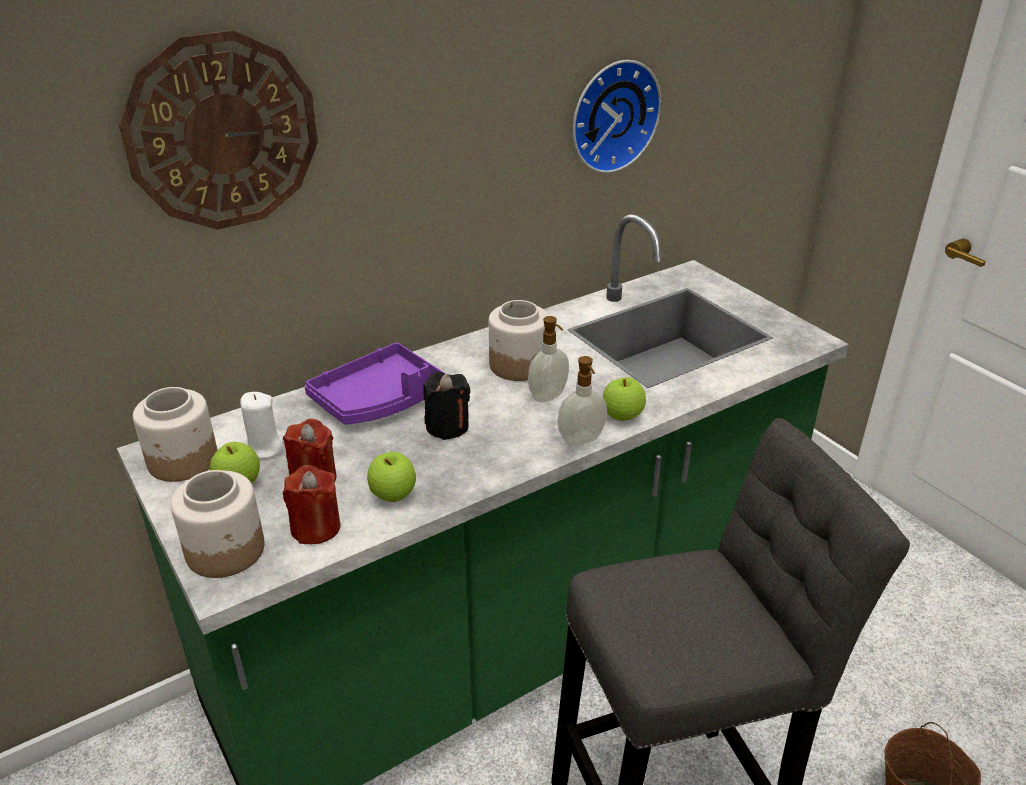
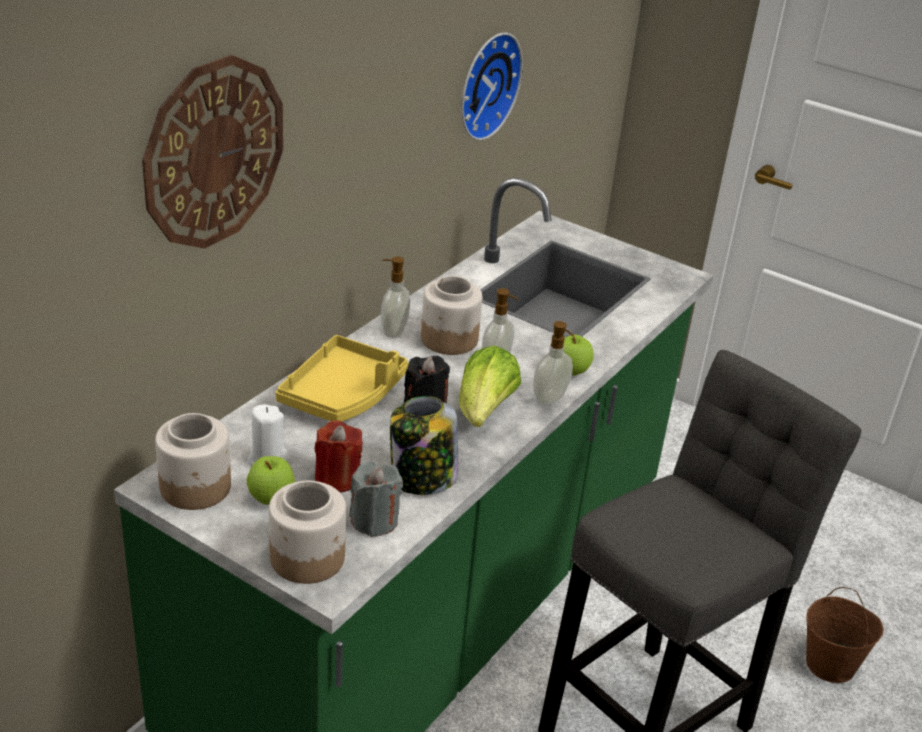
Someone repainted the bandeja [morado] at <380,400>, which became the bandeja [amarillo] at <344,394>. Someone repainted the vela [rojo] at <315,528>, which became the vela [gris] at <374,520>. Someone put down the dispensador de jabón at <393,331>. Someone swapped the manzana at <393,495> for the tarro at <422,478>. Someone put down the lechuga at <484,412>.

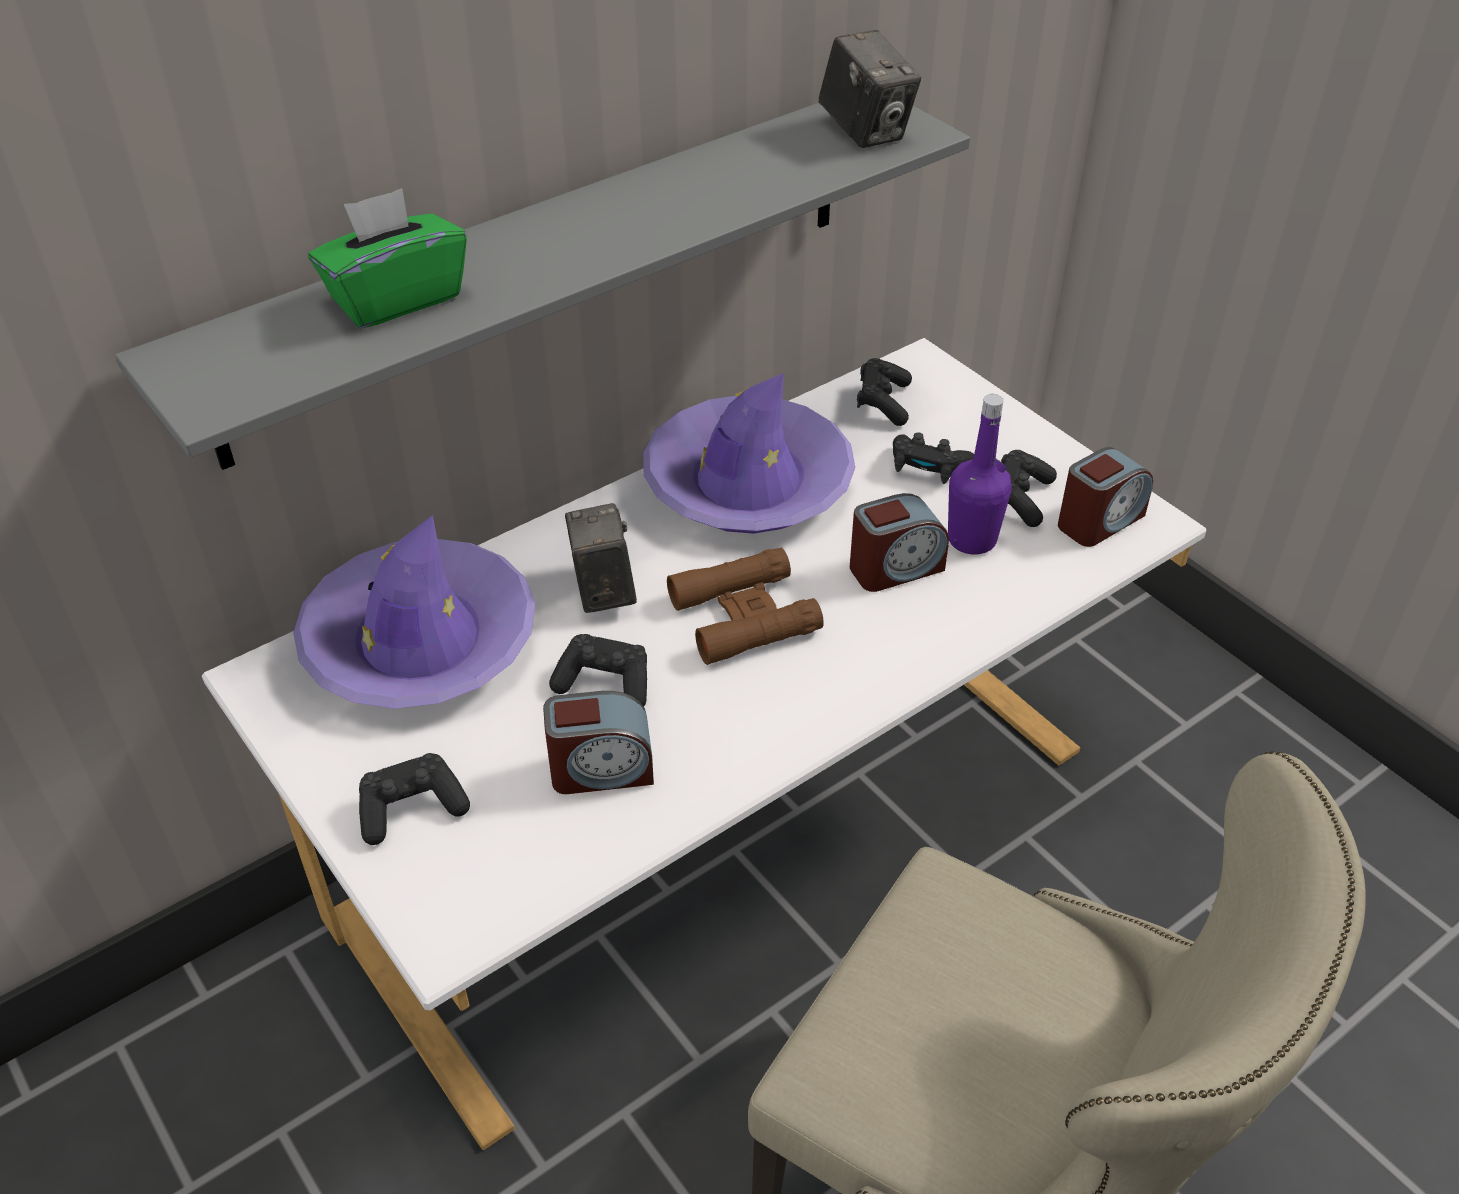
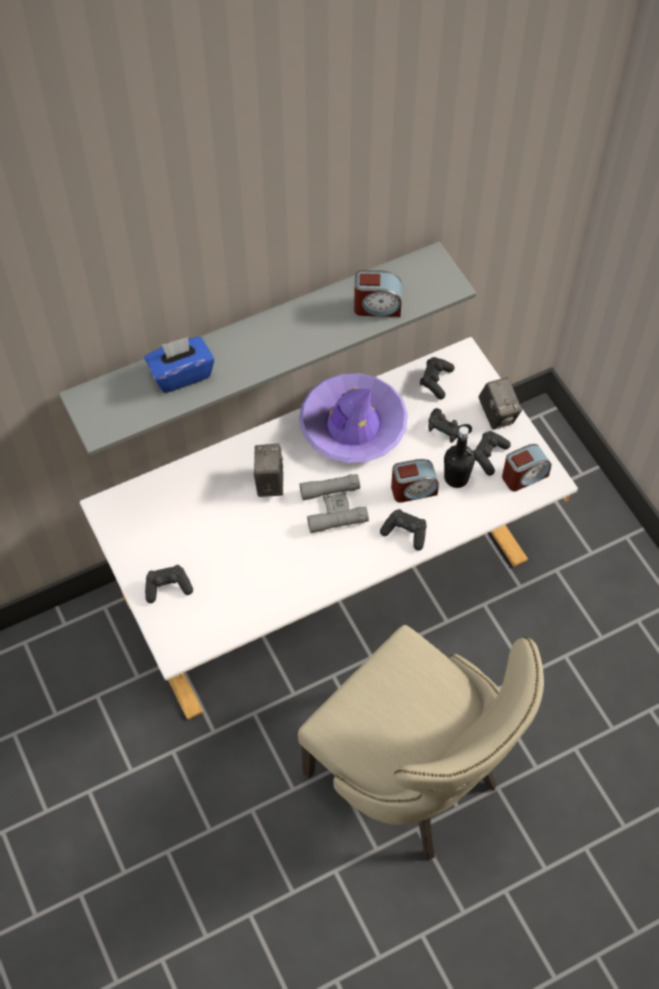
Someone repainted the caja de pañuelos [verde] at <396,298>, which became the caja de pañuelos [azul] at <181,374>. Someone repainted the prismáticos [marrón] at <744,616>, which became the prismáticos [gris] at <334,507>. Someone carried the despertador from <601,769> to <377,306>. Someone carried the mando de consola [negro] from <605,683> to <405,533>. Someone repainted the botella [morado] at <972,539>, which became the botella [negro] at <456,478>. Someone carried the cámara from <865,131> to <497,415>. Someone took away the sombrero [morado] at <420,642>.

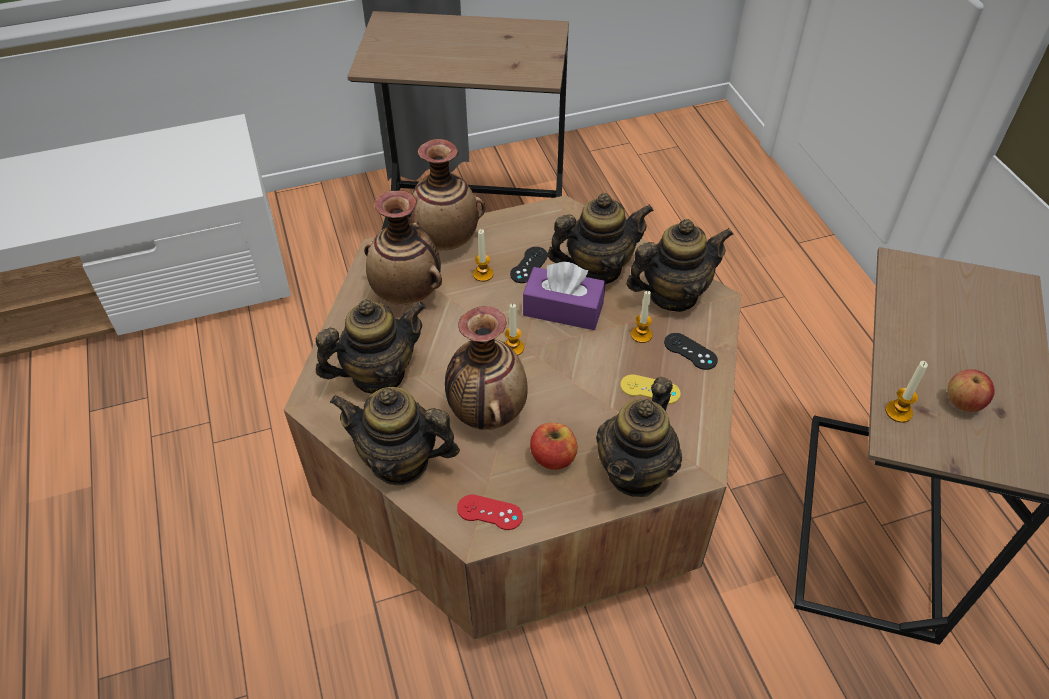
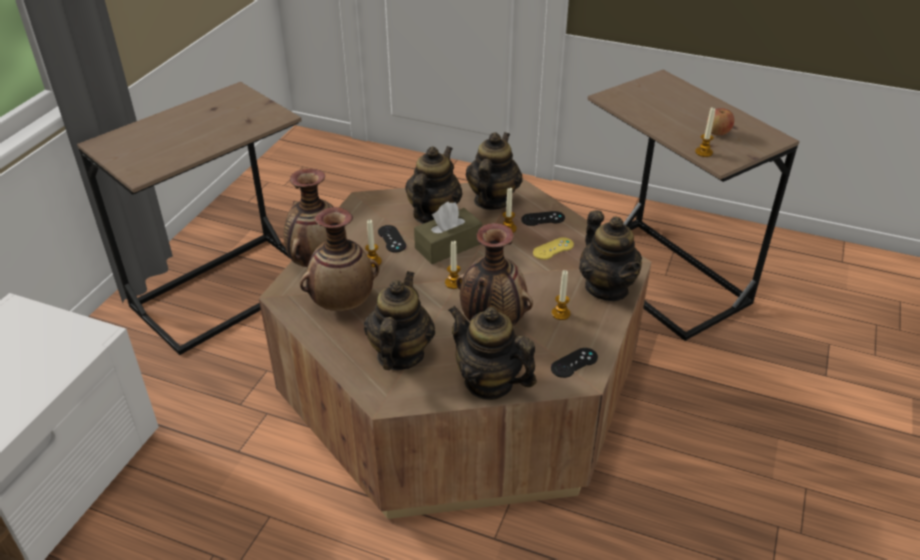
Someone repainted the caja de pañuelos [morado] at <563,309>, which became the caja de pañuelos [marrón] at <448,246>. Someone rotated the tetera at <400,461> by 75 degrees clockwise. Someone repainted the mando de consola [rojo] at <489,512>, which became the mando de consola [negro] at <574,363>. Someone swapped the manzana at <553,457> for the vela at <560,313>.

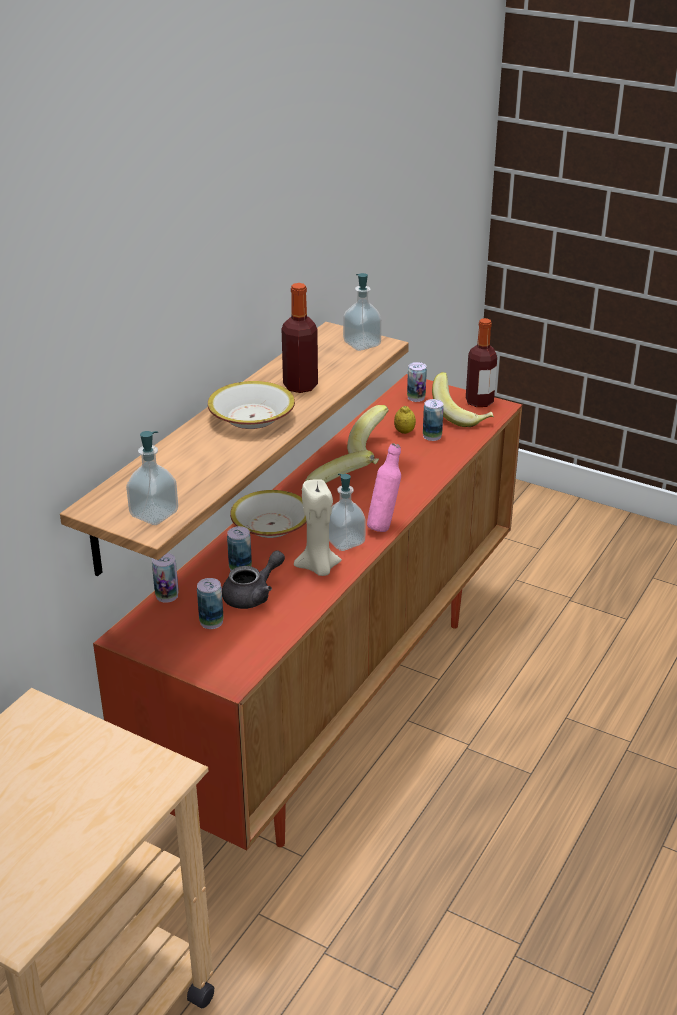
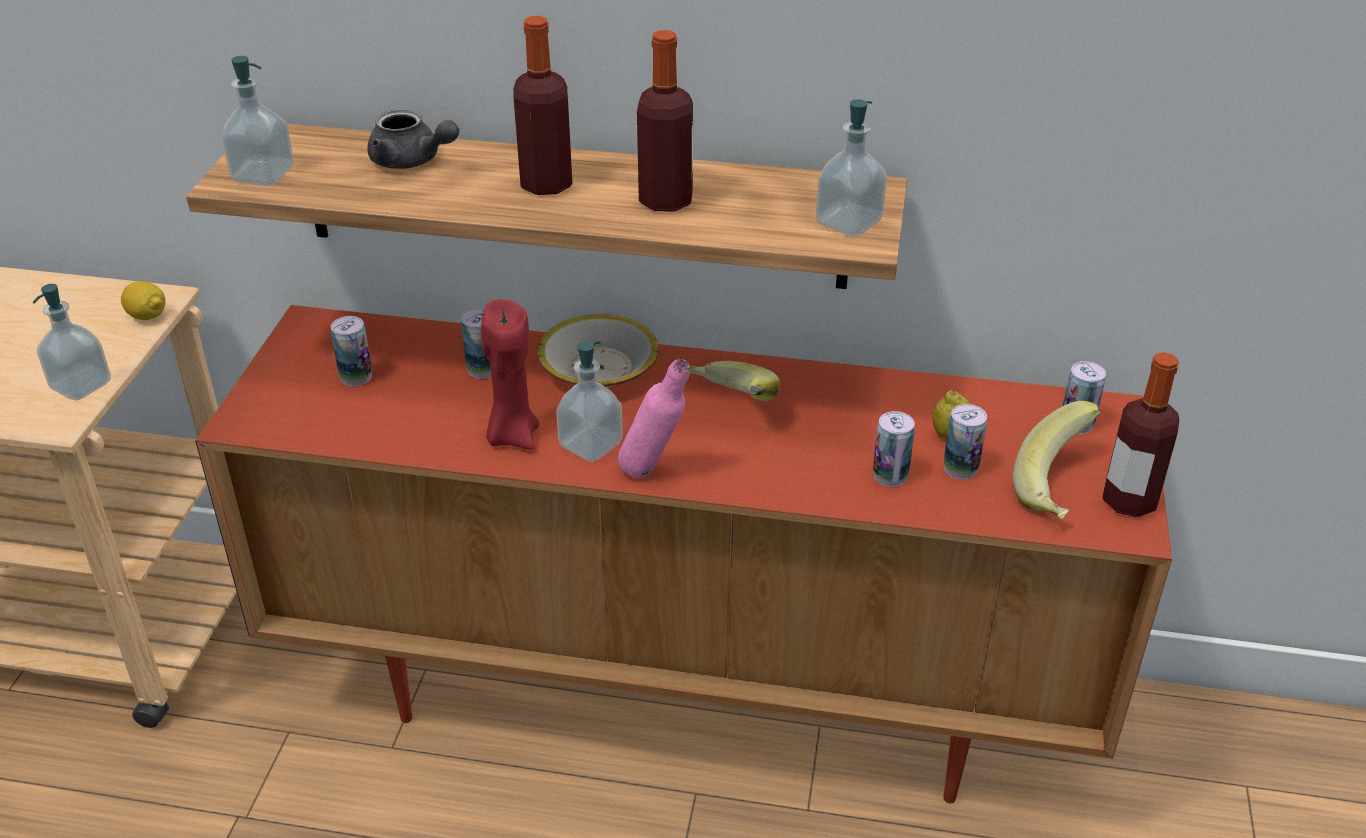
Someone put down the dispensador de jabón at <81,385>. Someone put down the limón at <147,316>. Someone carried the tetera [gris] from <253,595> to <412,161>. Someone repainted the vela [beis] at <318,568>, which became the vela [rojo] at <512,435>. Someone swapped the cuenco at <252,417> for the botella at <546,184>. Someone carried the lata from <167,595> to <890,475>. Someone took away the plátano at <373,453>.

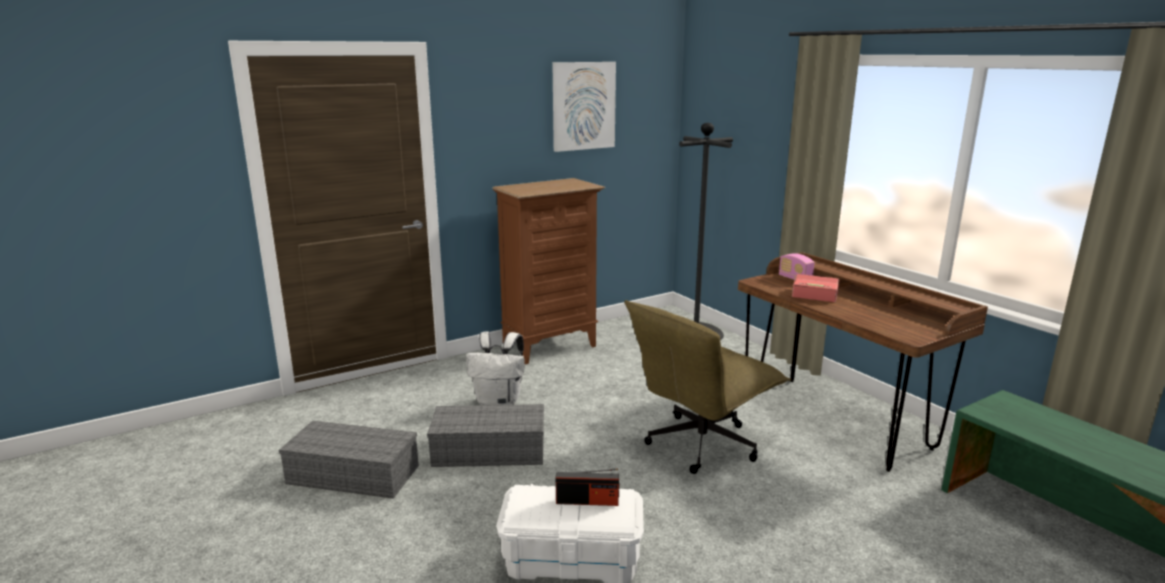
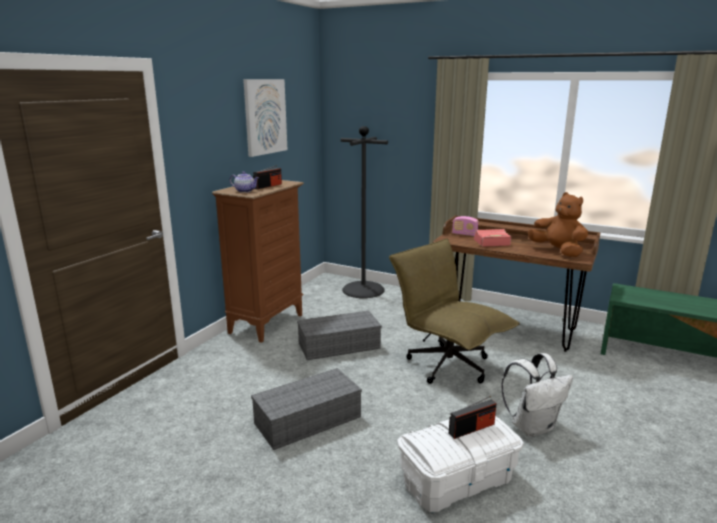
Someone put down the tetera at <245,191>. Someone put down the radio at <268,186>. Someone carried the caja de almacenaje [gris] from <355,474> to <340,345>. Someone rotated the silla de oficina [beis] at <703,443> by 120 degrees clockwise. Someone carried the mochila [blanco] from <499,402> to <533,426>. Someone put down the peluche [marrón] at <557,251>.

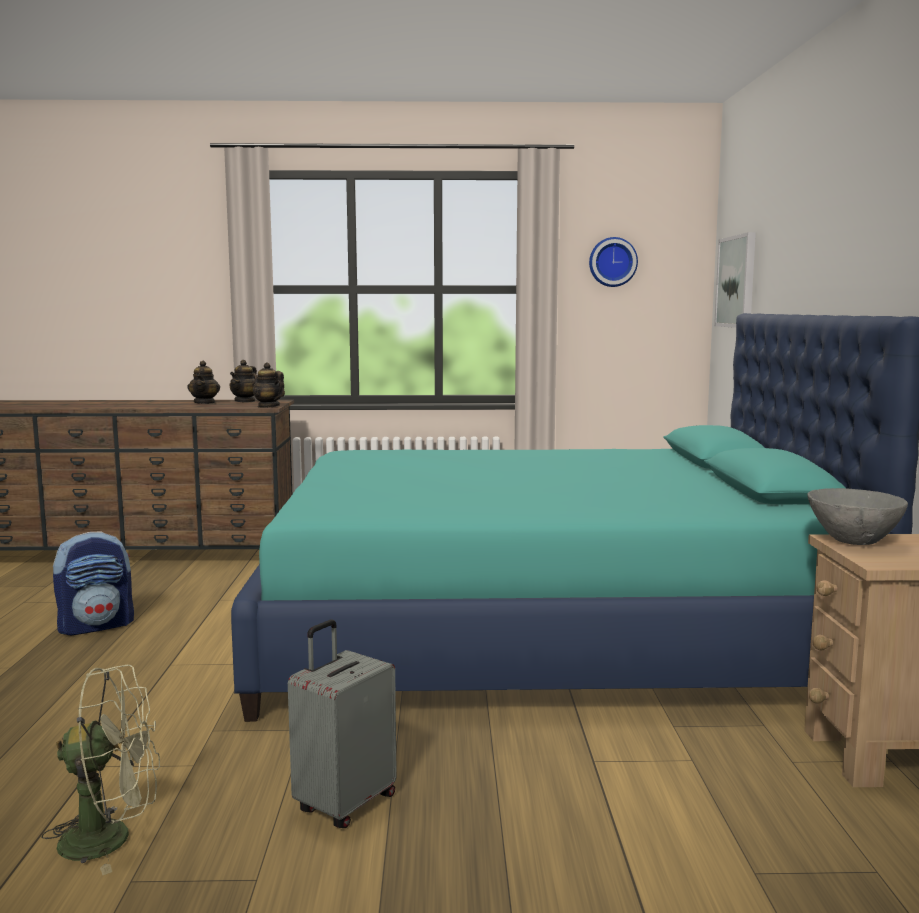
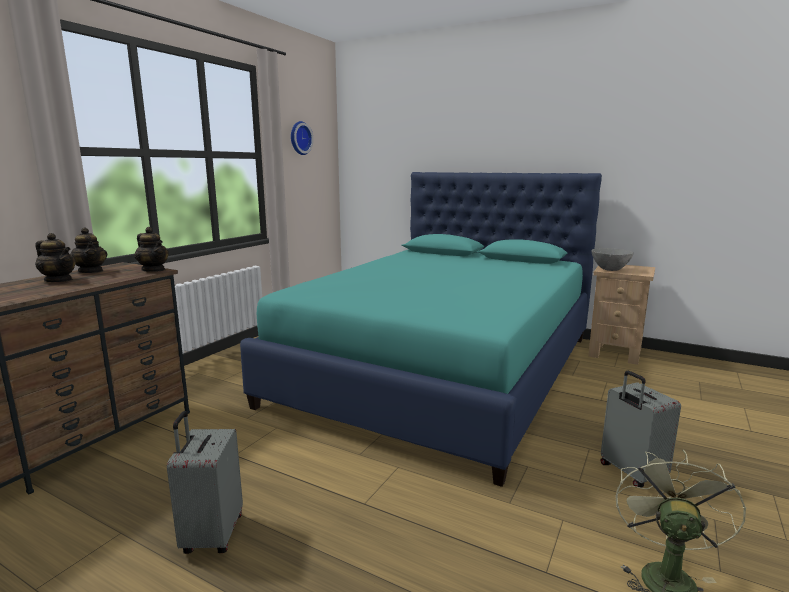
Someone rotated the tetera at <268,406> by 120 degrees counterclockwise. Someone swapped the mochila at <97,626> for the maleta [gris] at <211,535>. Someone took away the cuadro at <737,281>.

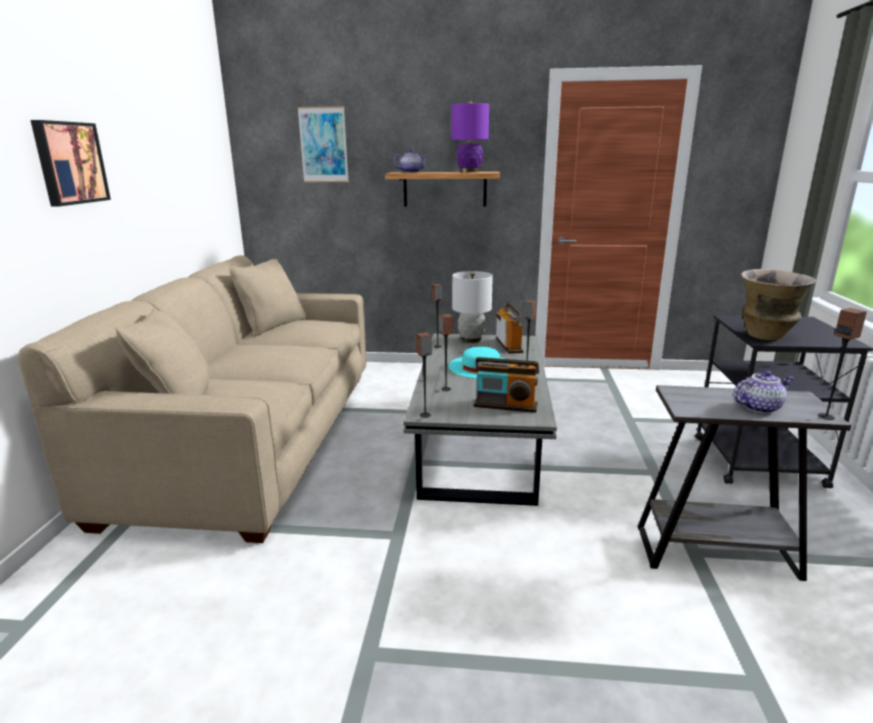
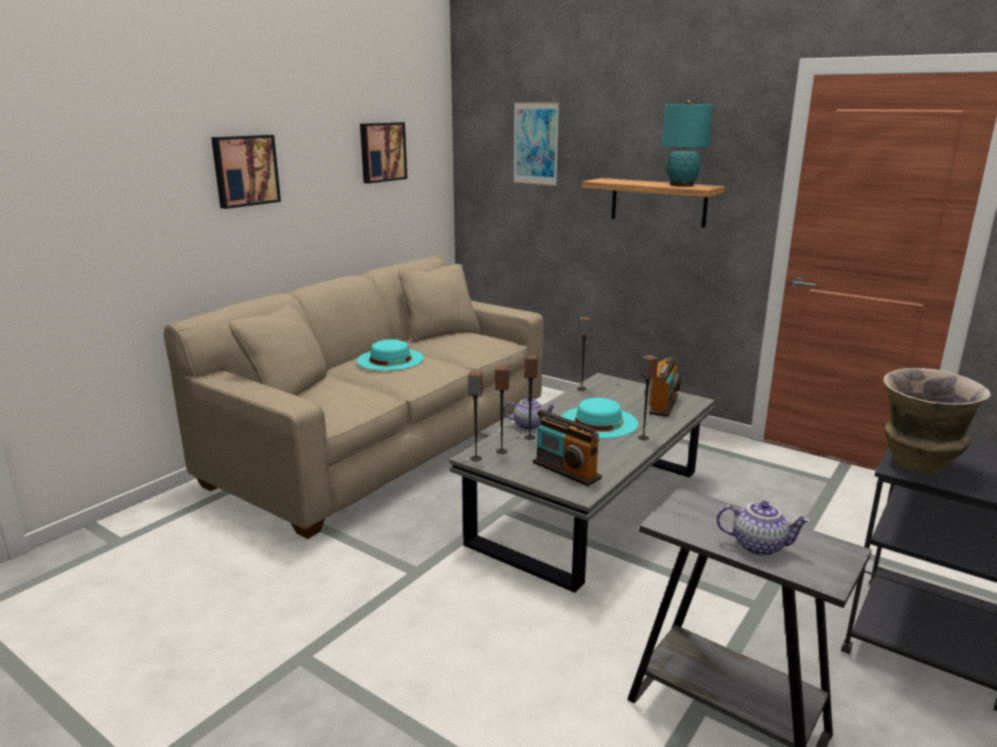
Someone put down the sombrero [turquesa] at <390,359>. Someone put up the cuadro at <382,152>. Someone carried the altavoz from <826,416> to <502,451>. Someone carried the tetera from <411,172> to <529,425>. Someone repainted the lámpara de mesa [morado] at <469,172>, which became the lámpara de mesa [turquesa] at <681,185>. Someone took away the lámpara de mesa [blanco] at <471,339>.

